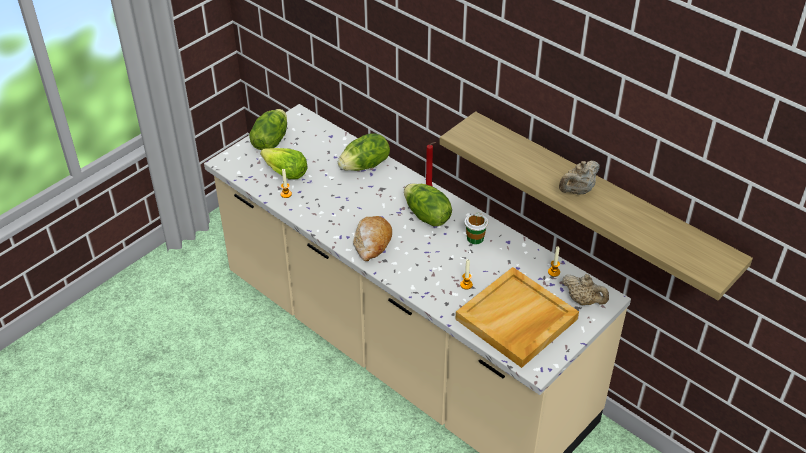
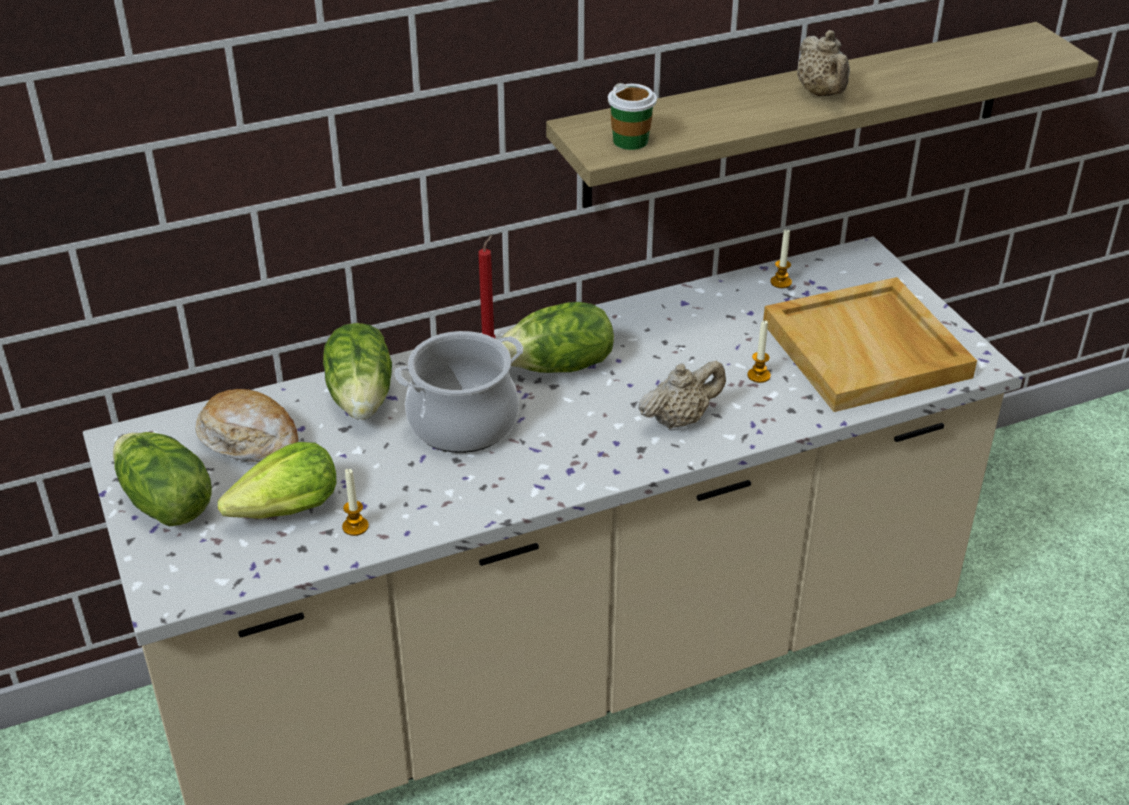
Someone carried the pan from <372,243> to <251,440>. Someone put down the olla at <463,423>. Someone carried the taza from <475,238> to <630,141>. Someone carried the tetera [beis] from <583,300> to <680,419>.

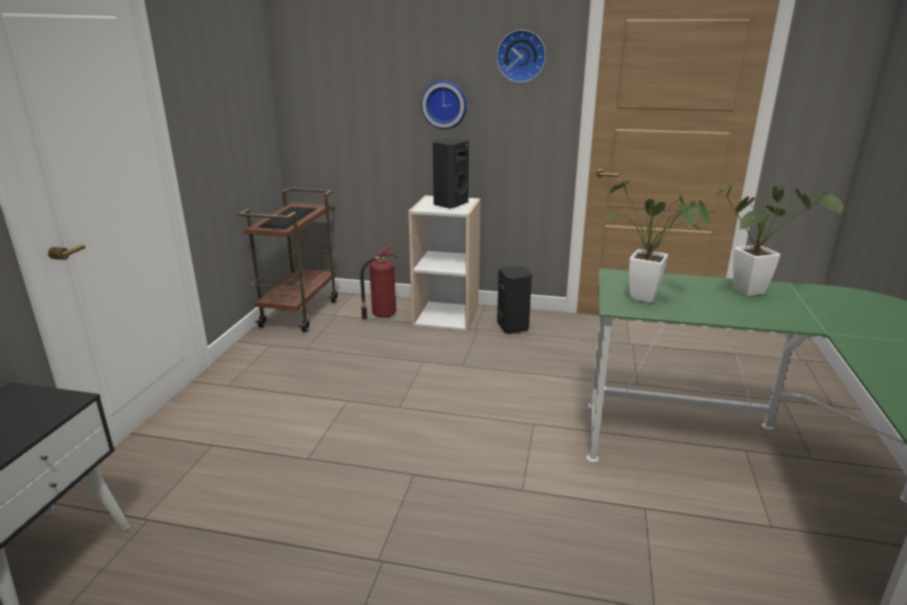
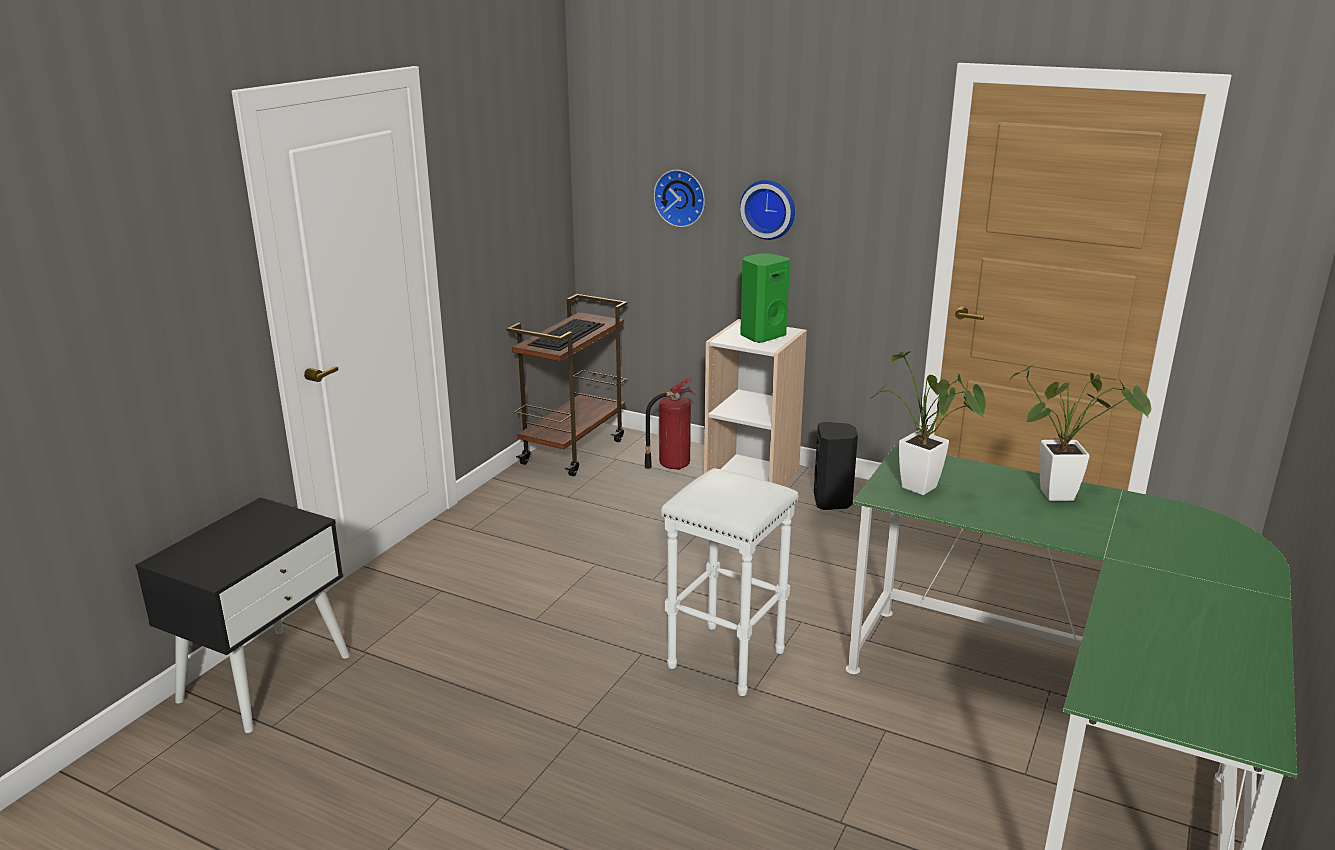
Someone carried the reloj de pared from <521,56> to <681,197>. Someone put down the taburete [blanco] at <725,657>. Someone repainted the altavoz [negro] at <449,204>, which became the altavoz [verde] at <761,336>.

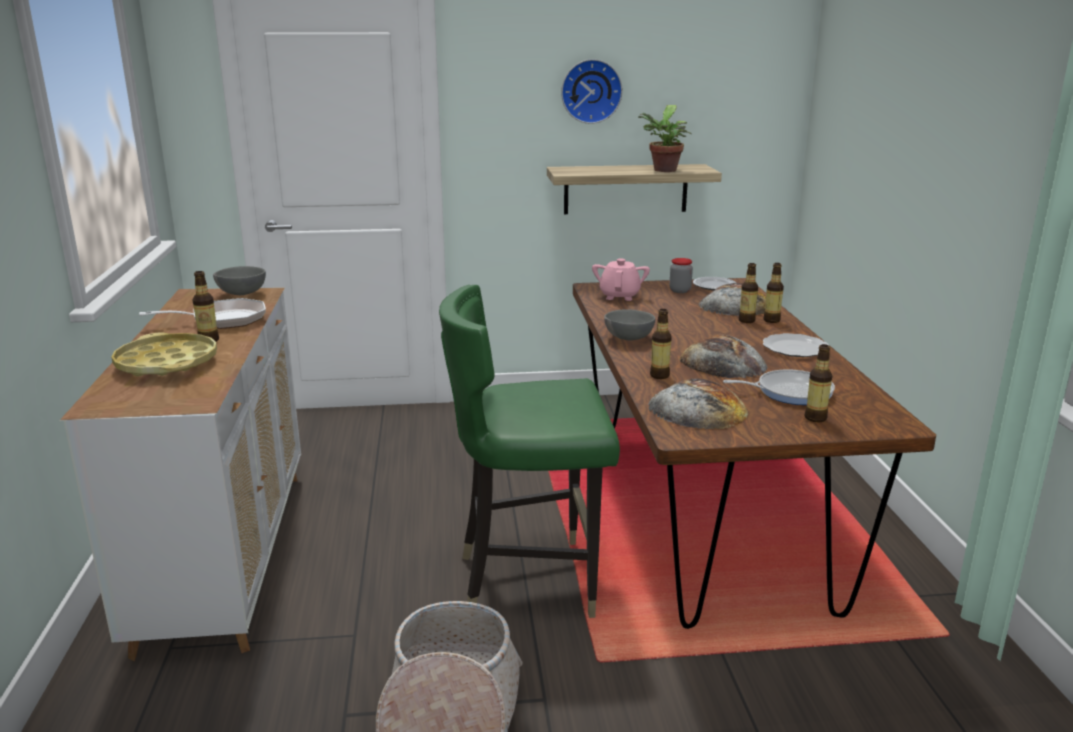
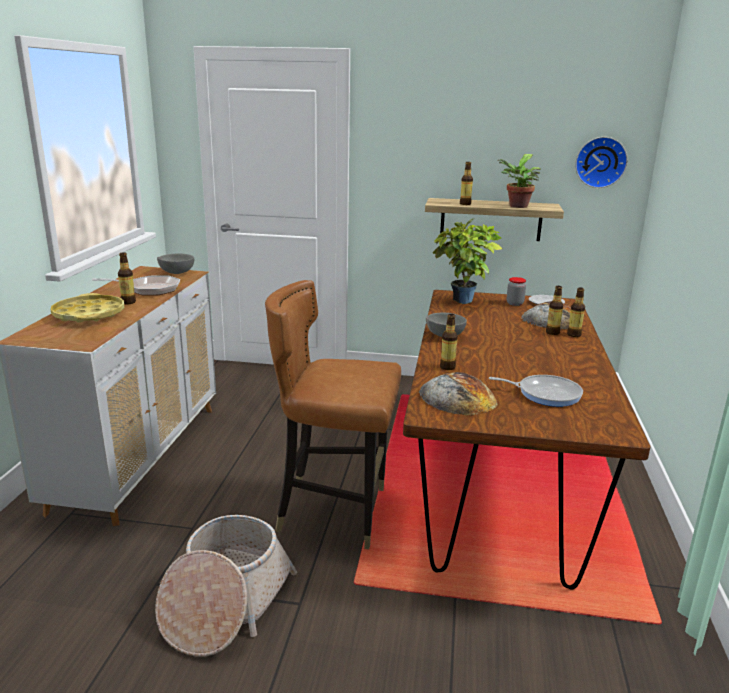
Someone repainted the silla [verde] at <529,581>, which became the silla [marrón] at <335,512>. Someone swapped the tetera [rosa] at <619,296> for the planta en maceta at <463,303>. Someone carried the botella from <815,418> to <465,204>. Someone carried the reloj de pared from <591,91> to <600,162>. Someone took away the pan at <723,363>. Someone took away the plato at <796,348>.

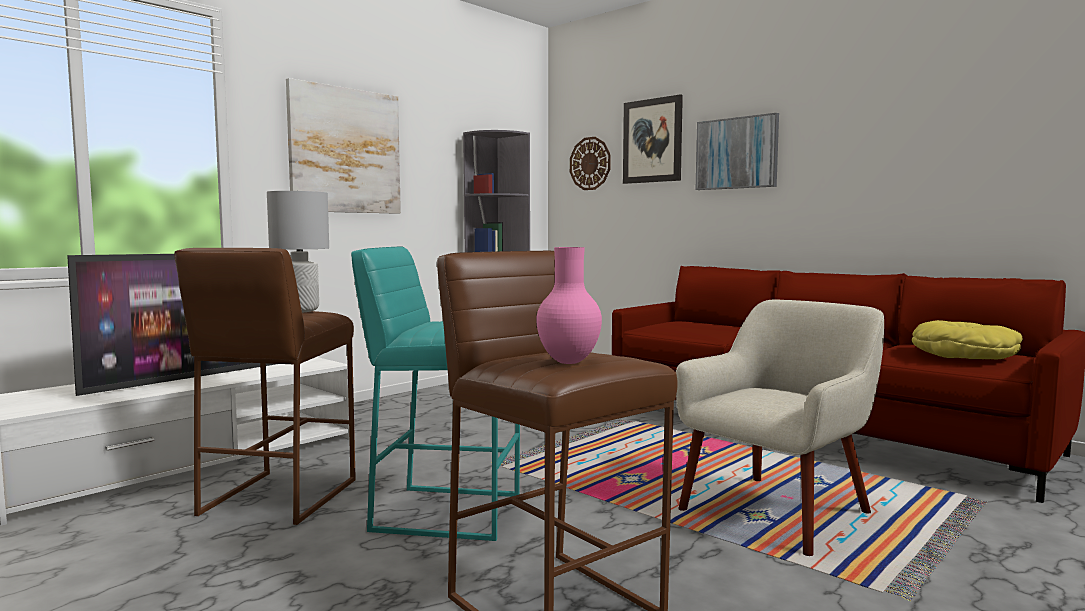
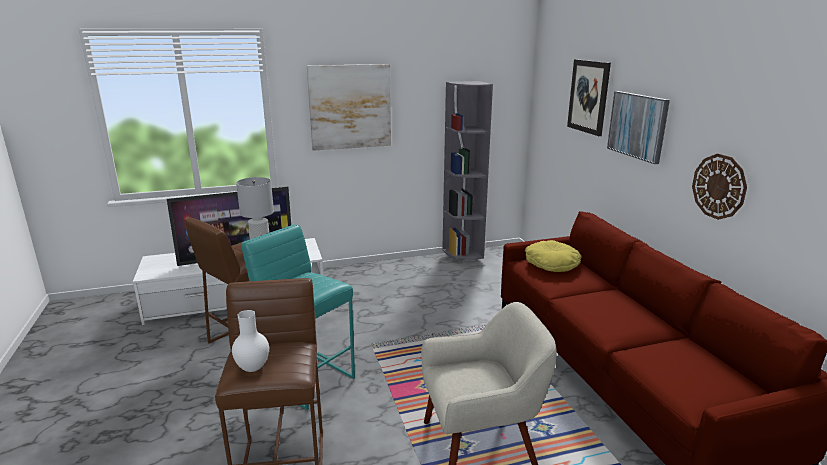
Someone repainted the florero [rosa] at <567,362>, which became the florero [blanco] at <252,368>. Someone carried the cojín [amarillo] from <964,355> to <552,264>. Someone carried the reloj de pared from <590,163> to <719,186>.

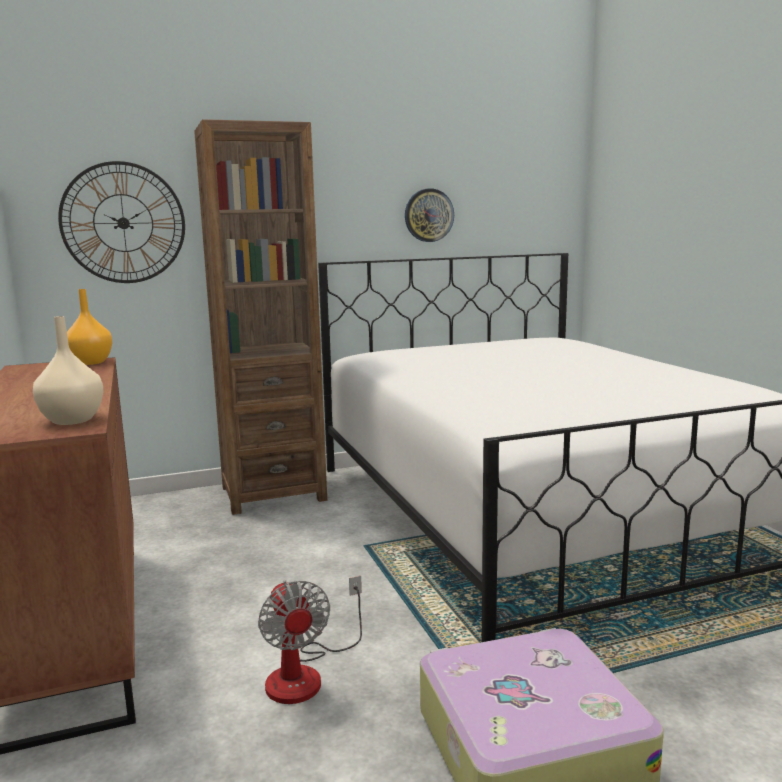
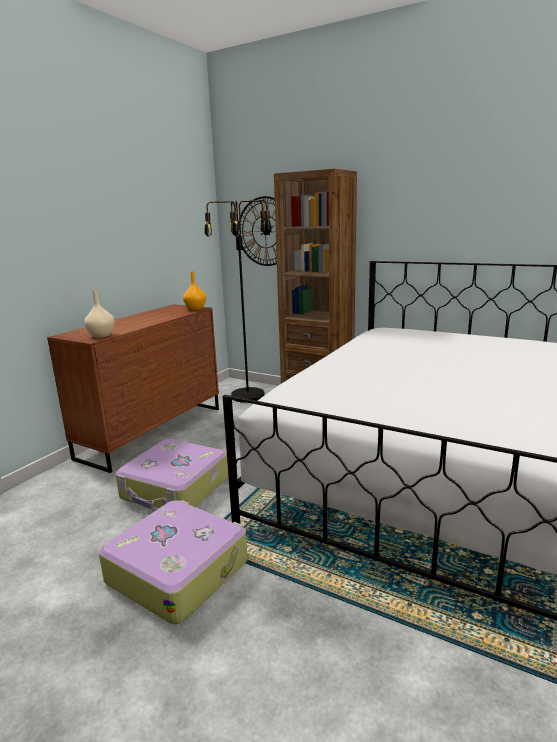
Someone swapped the ventilador at <306,673> for the maleta at <175,489>. Someone put down the lámpara de pie at <248,396>. Someone took away the reloj de pared at <428,215>.

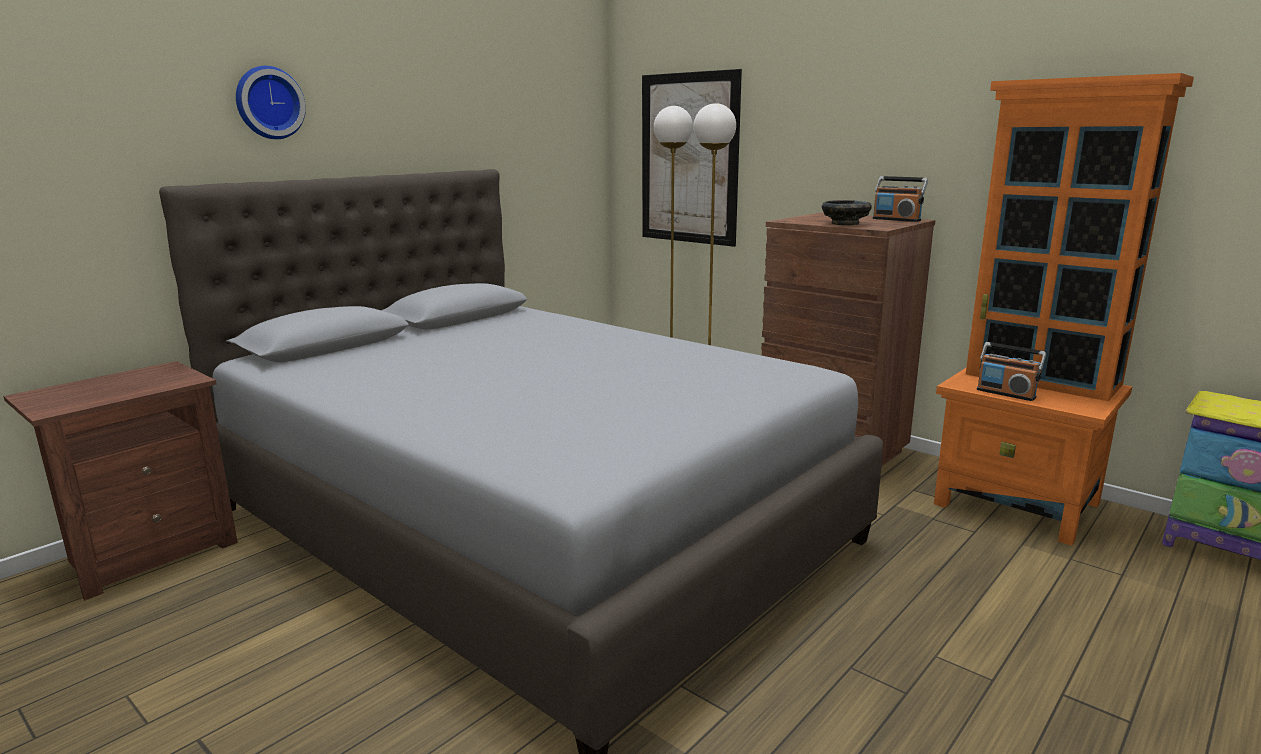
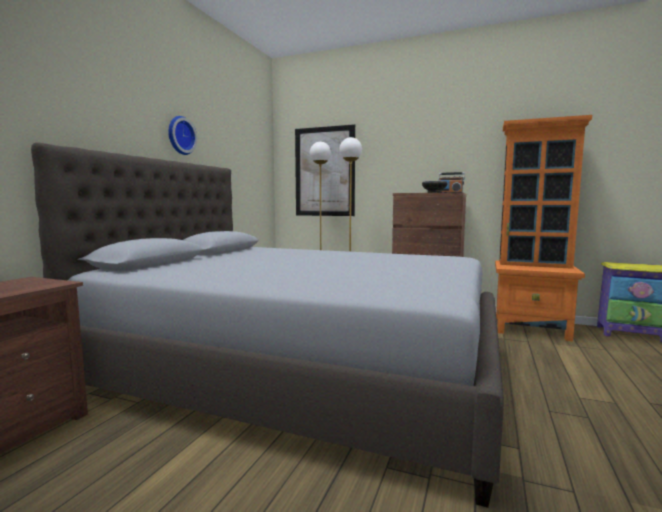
Someone carried the reloj de pared from <268,103> to <180,135>. Someone took away the radio at <1006,393>.

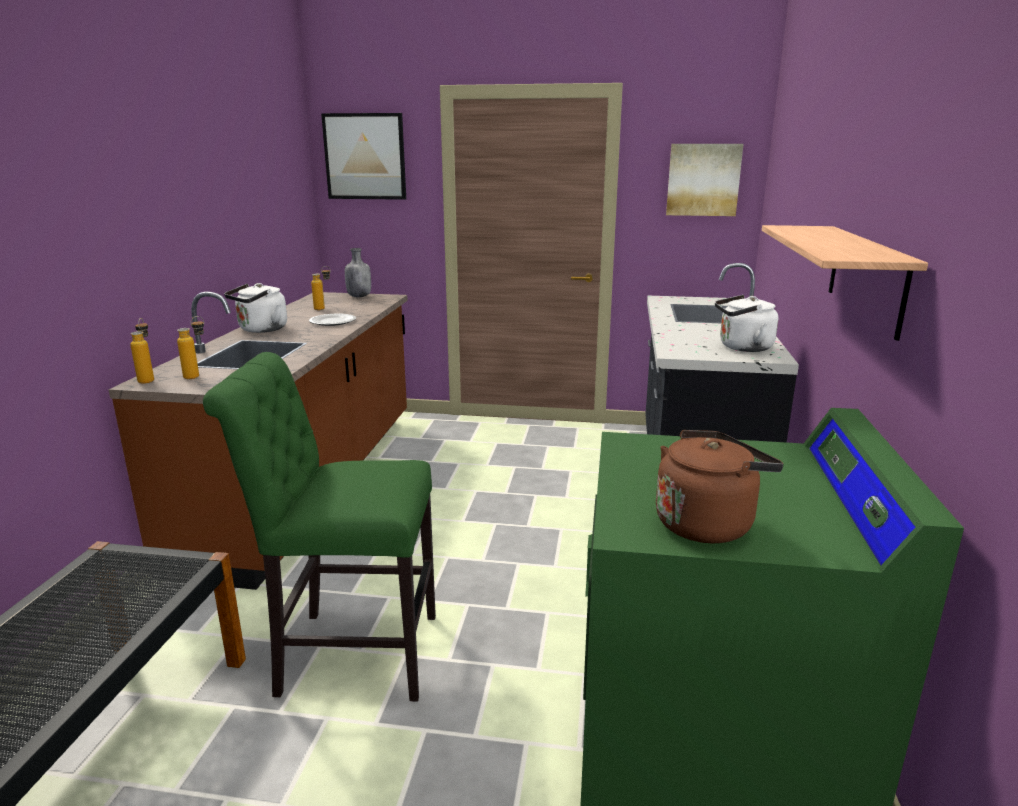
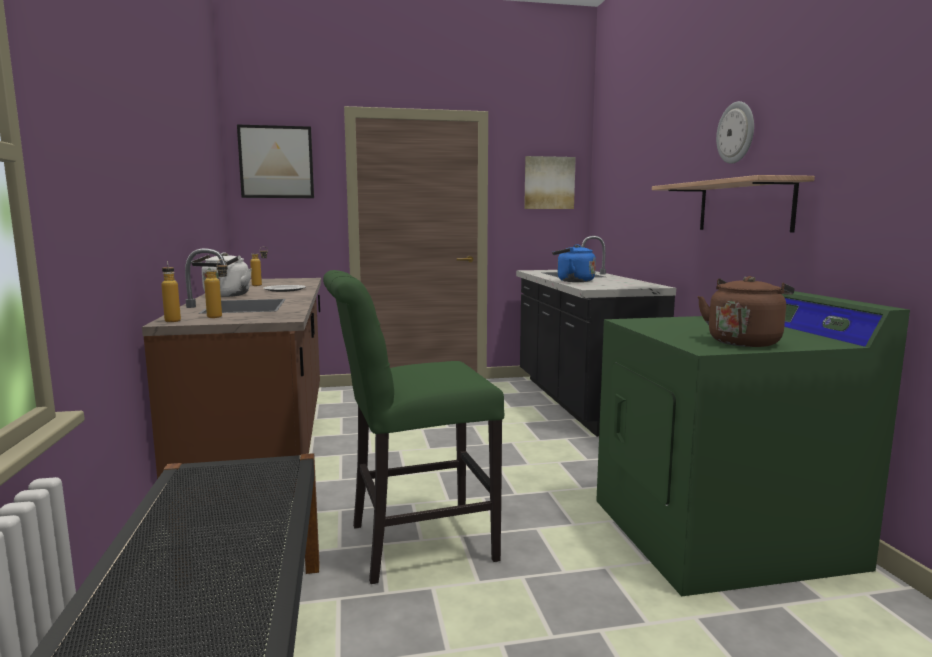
Someone put down the hervidor [azul] at <572,281>. Someone put up the reloj de pared at <736,133>. Someone took away the botella [gris] at <359,296>. Someone took away the hervidor [blanco] at <742,347>.

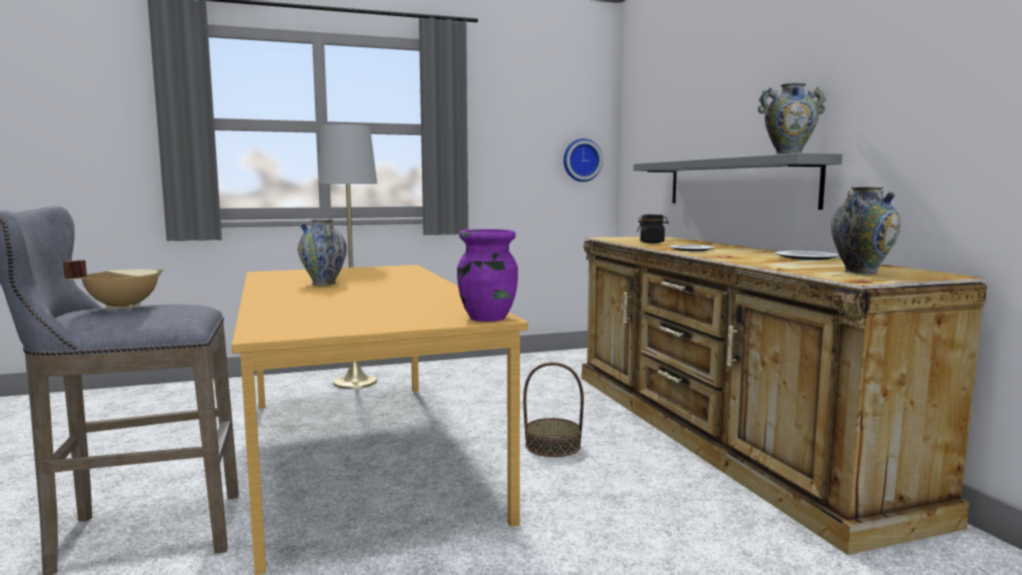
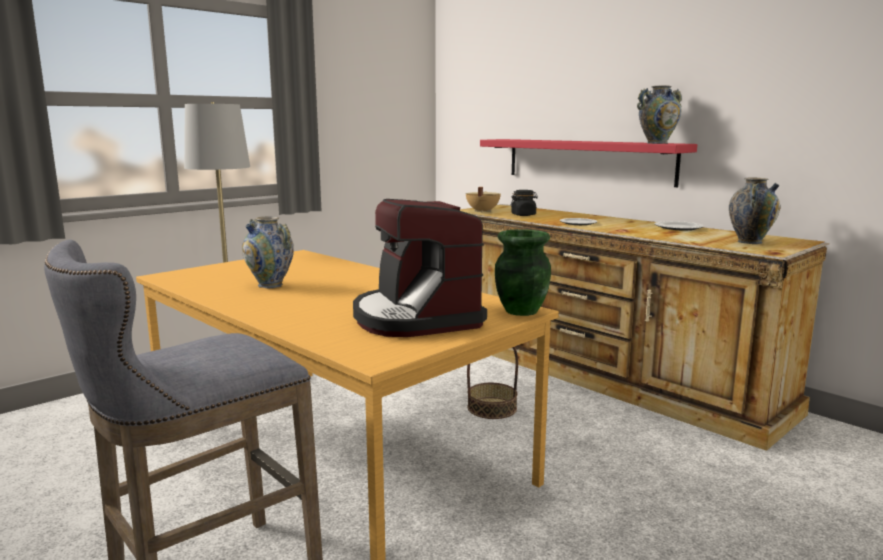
Someone put down the cafetera at <416,318>. Someone carried the olla [beis] from <122,307> to <482,211>. Someone repainted the estante [gris] at <737,183>, which became the estante [rojo] at <587,160>. Someone repainted the florero [morado] at <486,318>, which became the florero [verde] at <520,311>. Someone took away the reloj de pared at <581,160>.

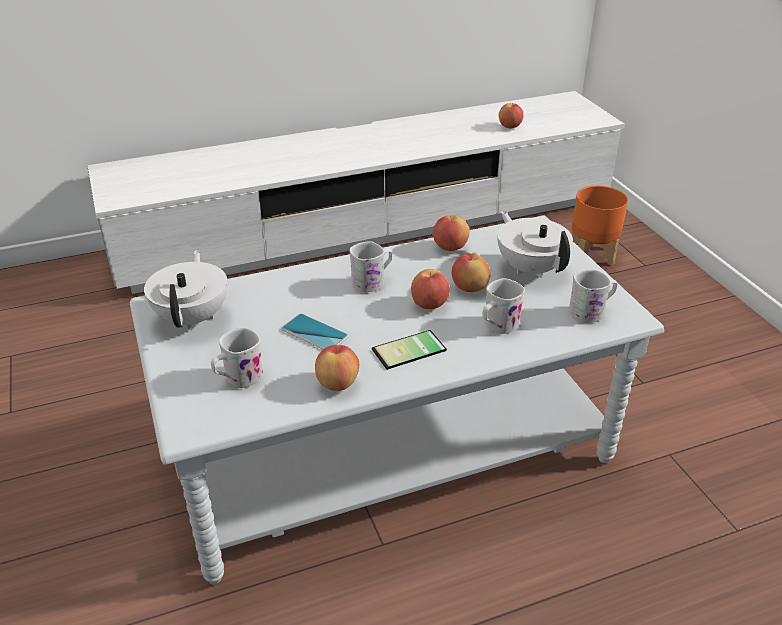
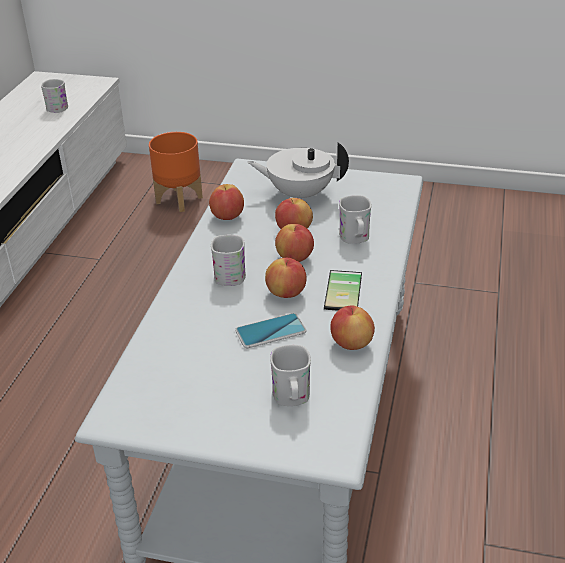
Someone carried the taza grande [blanco] from <591,312> to <59,106>. Someone carried the manzana from <510,127> to <286,293>. Someone took away the tetera [blanco] at <193,317>.

